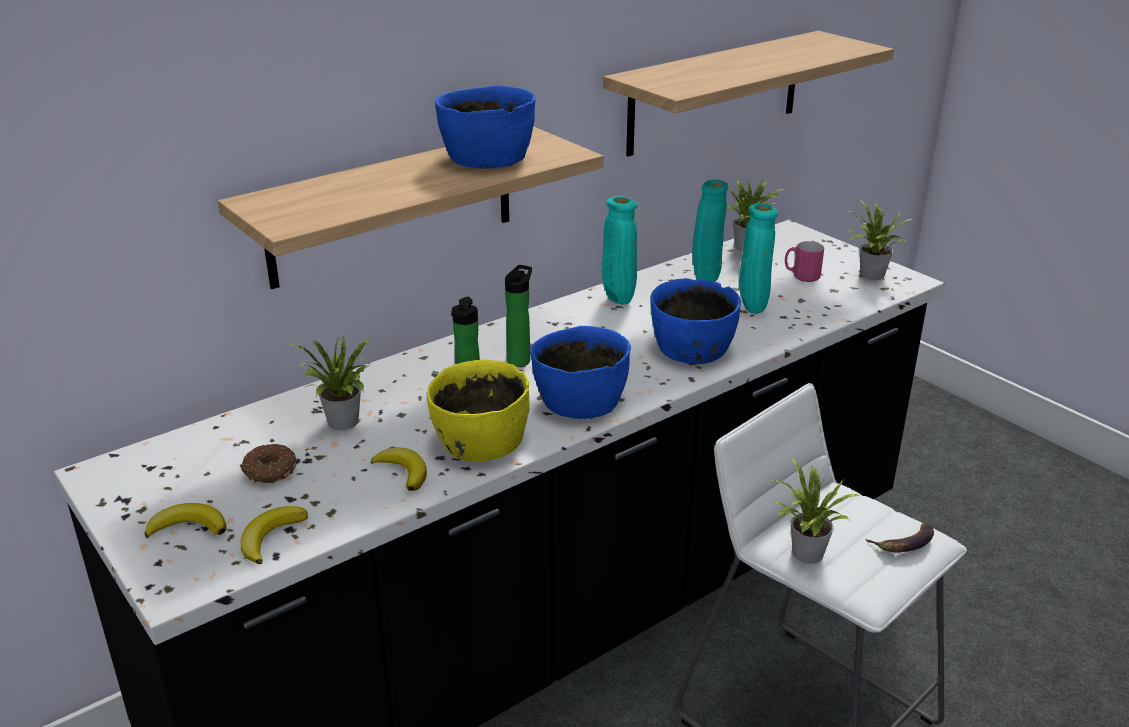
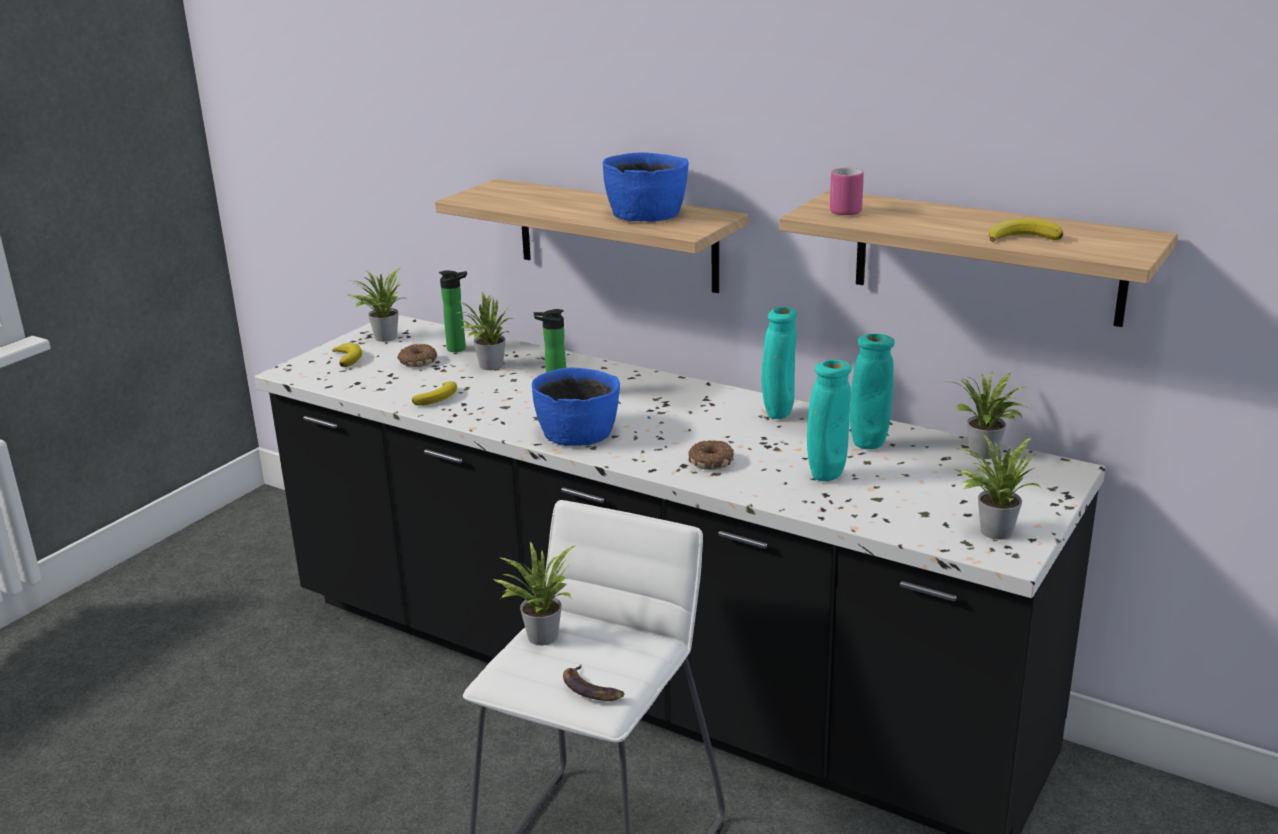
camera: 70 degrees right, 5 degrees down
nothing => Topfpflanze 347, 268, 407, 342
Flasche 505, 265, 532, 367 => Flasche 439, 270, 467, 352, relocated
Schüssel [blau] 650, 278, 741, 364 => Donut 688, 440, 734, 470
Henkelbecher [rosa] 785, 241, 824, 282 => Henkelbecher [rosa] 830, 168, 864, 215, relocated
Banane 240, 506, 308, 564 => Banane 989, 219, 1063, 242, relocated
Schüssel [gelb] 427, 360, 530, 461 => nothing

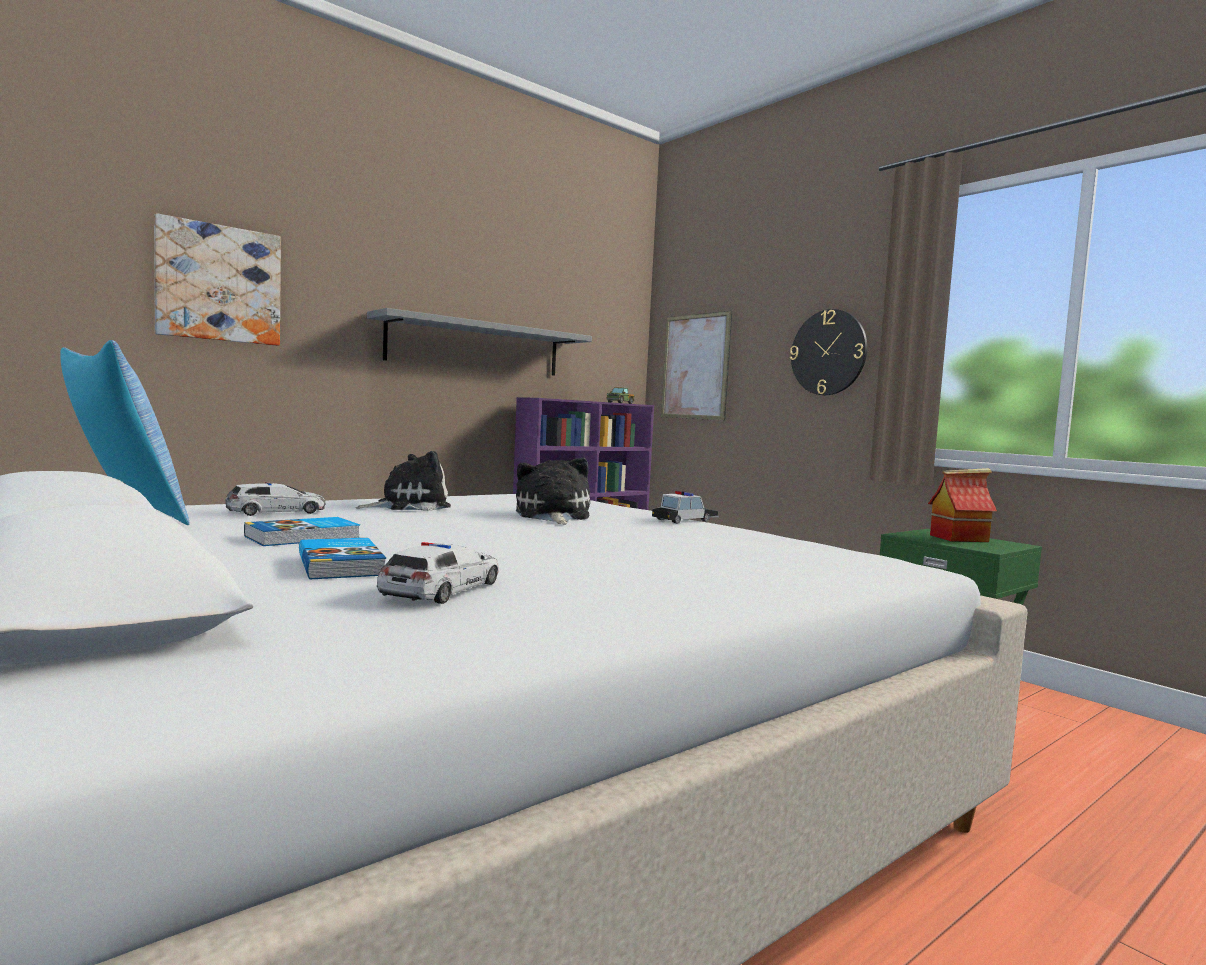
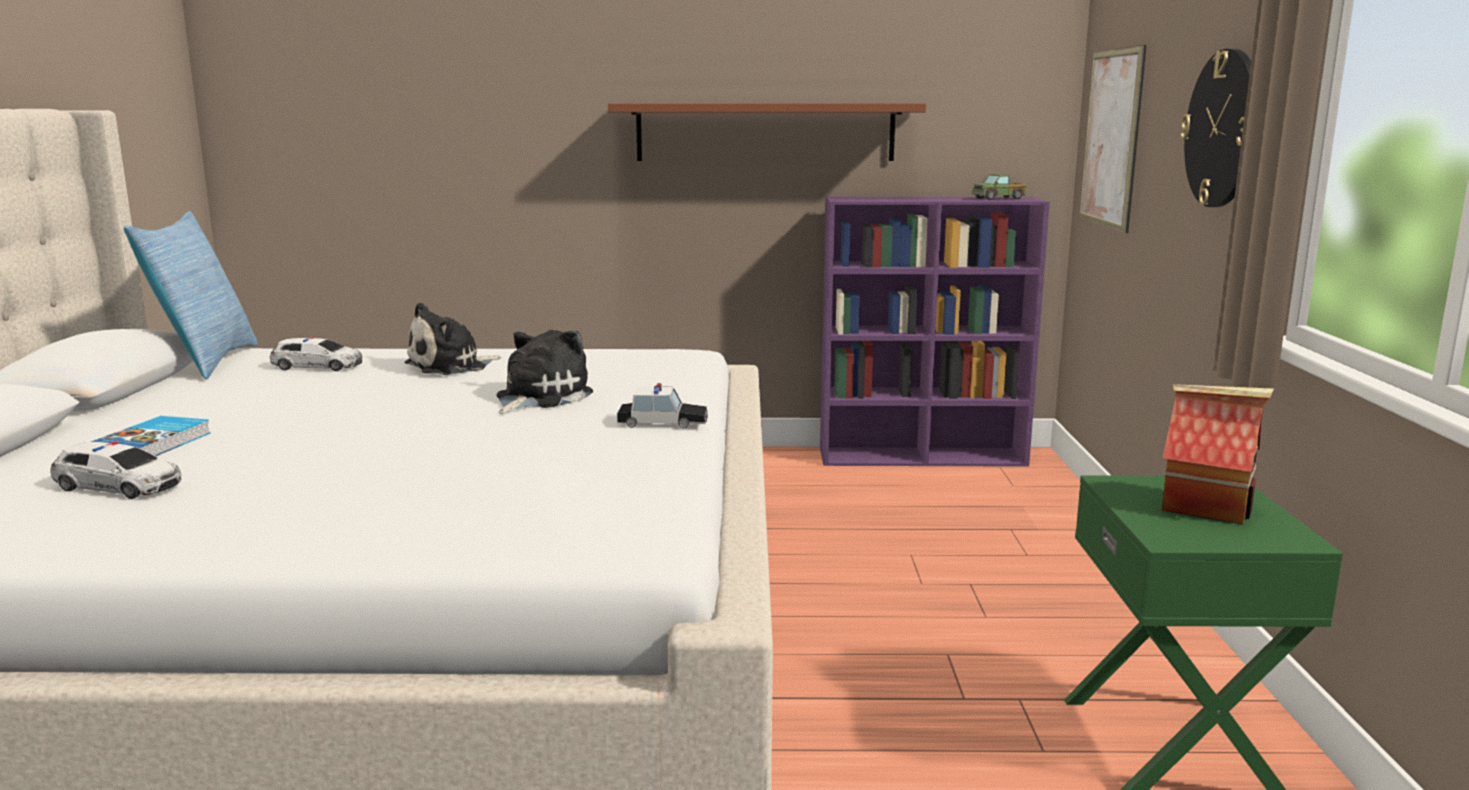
camera: 40 degrees right, 10 degrees up
Spielzeugauto 377, 542, 498, 604 => Spielzeugauto 50, 441, 181, 499, 45 degrees clockwise
Plüschtier 356, 451, 451, 511 => Plüschtier 404, 302, 501, 375, 135 degrees clockwise
Wandregal [grau] 367, 308, 592, 376 => Wandregal [braun] 608, 103, 926, 161
Bild 154, 213, 281, 346 => nothing
Buch 244, 517, 360, 546 => nothing

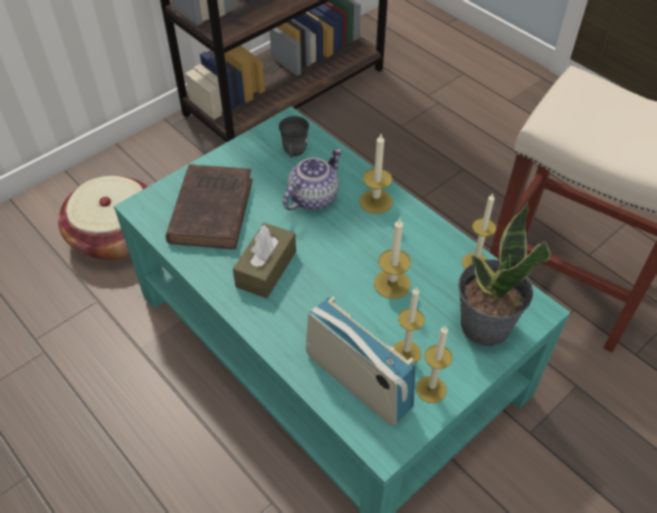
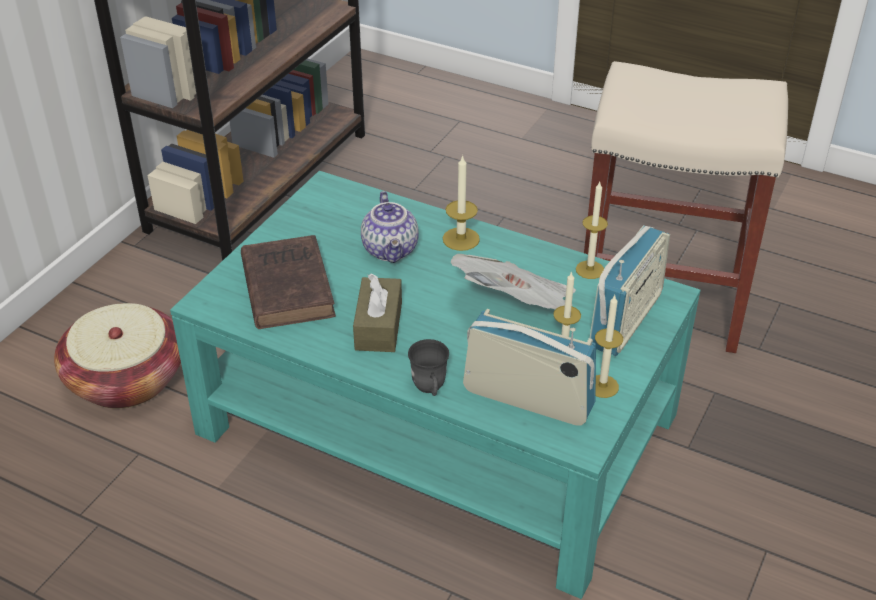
camera: 20 degrees left, 10 degrees down
Teekanne 283, 149, 342, 210 => Teekanne 361, 191, 419, 263, 150 degrees clockwise
Henkelbecher [grau] 279, 116, 309, 158 => Henkelbecher [grau] 408, 339, 449, 396, relocated
Kerze 374, 217, 411, 299 => Zeitung 451, 254, 576, 309
Topfpflanze 458, 202, 551, 346 => Radio 590, 225, 670, 357

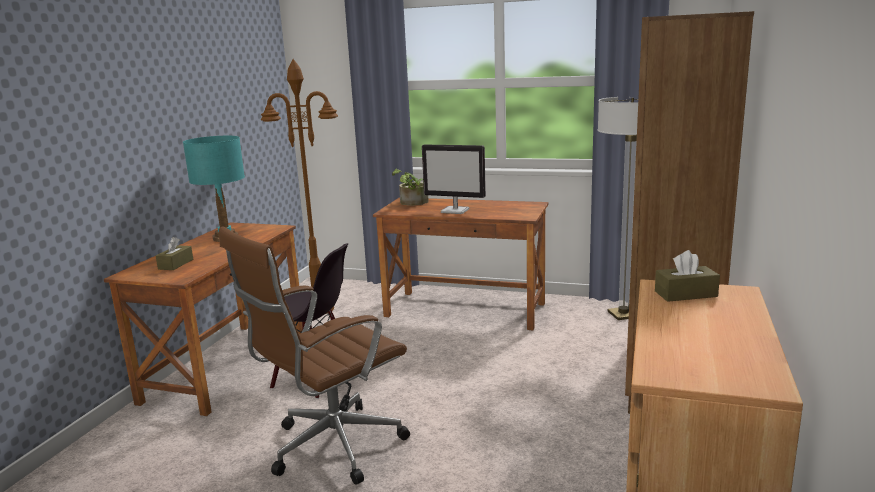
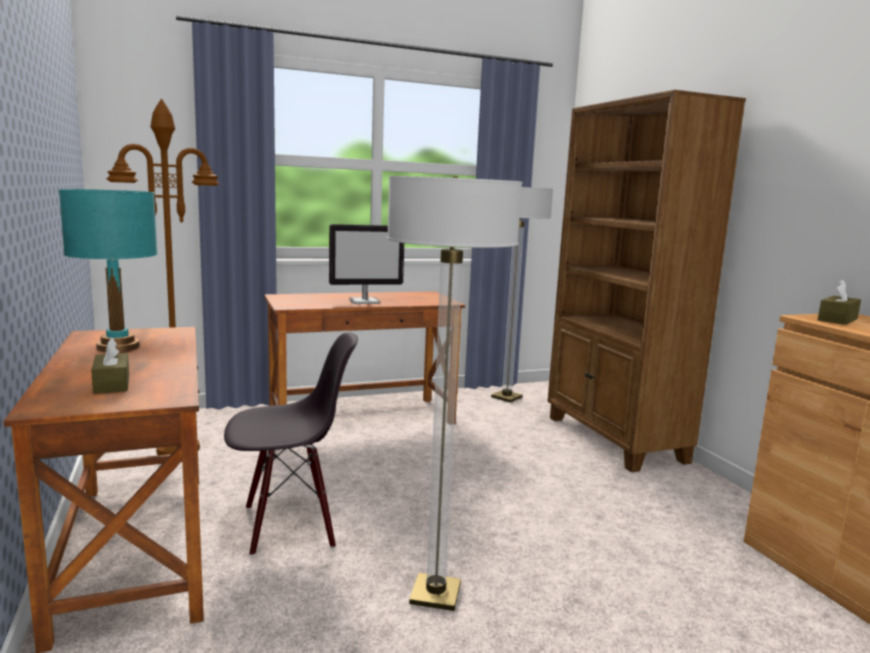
camera: 40 degrees left, 5 degrees down
Bürostuhl [braun] 219, 227, 410, 485 => Stehlampe 387, 176, 523, 611
Topfpflanze 392, 169, 428, 206 => nothing

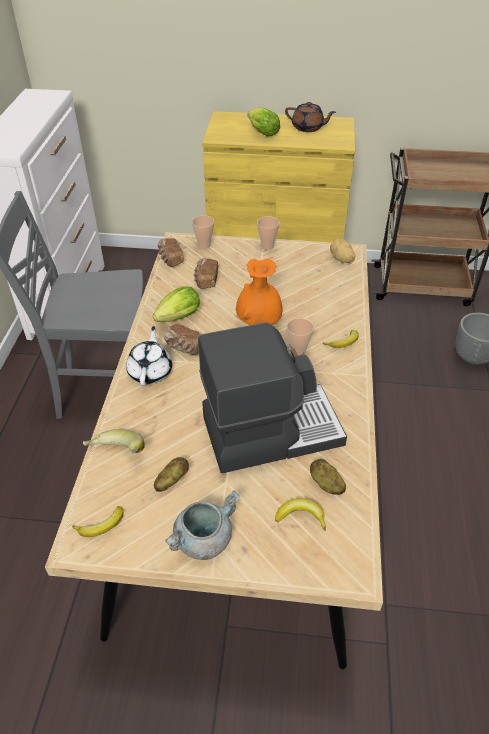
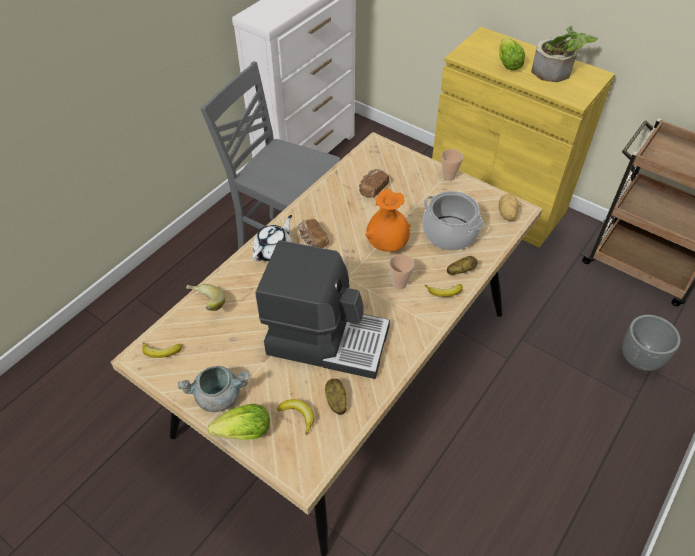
camera: 30 degrees right, 5 degrees up
Salatkopf 153, 287, 200, 322 => Salatkopf 208, 404, 270, 440, relocated
nothing => Kochtopf 422, 191, 484, 250
Kartoffel 154, 457, 189, 492 => Kartoffel 447, 256, 478, 275, relocated
Teekanne [braun] 285, 102, 336, 132 => Topfpflanze 531, 25, 598, 82
Brot 158, 238, 184, 267 => nothing
Tasse 192, 215, 214, 249 => nothing

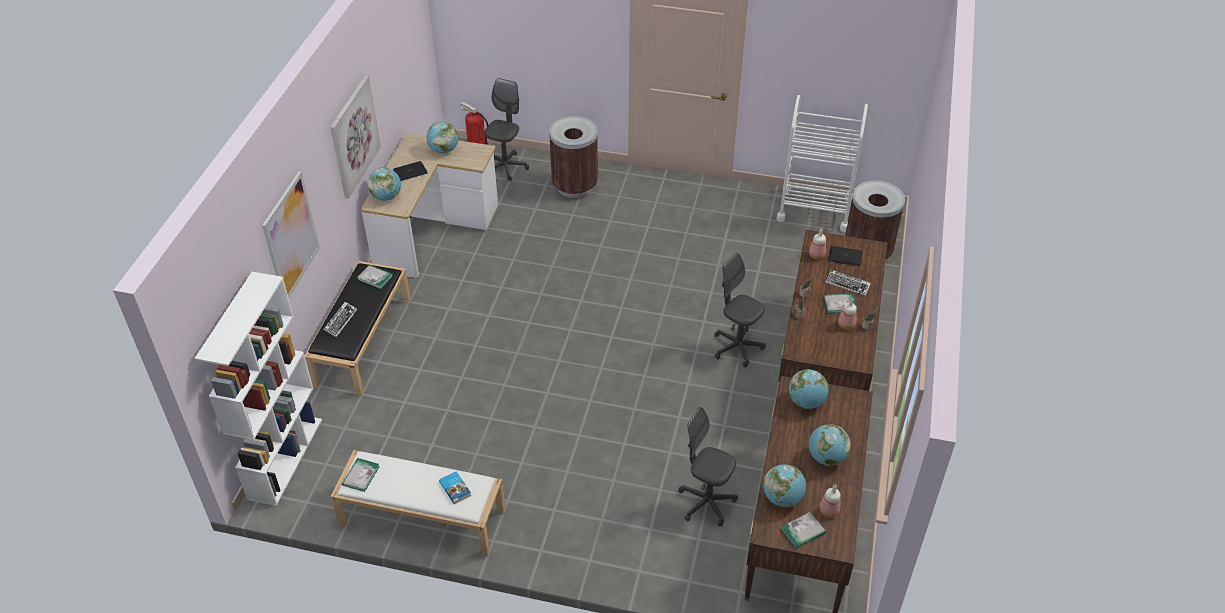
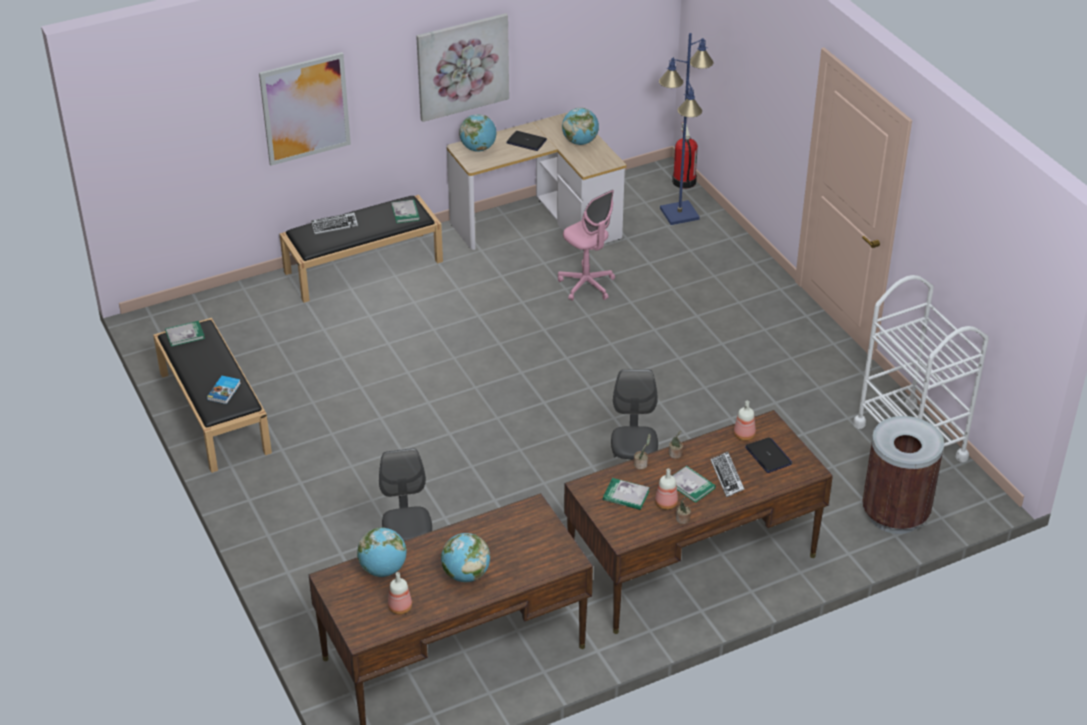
camera: 50 degrees right, 5 degrees down
Bank [weiß] 331, 450, 505, 557 => Bank [schwarz] 153, 318, 272, 473
nothing => Bürostuhl [rosa] 558, 190, 615, 301
Buch 781, 512, 826, 549 => Buch 603, 478, 650, 510, relocated
Bürostuhl [grau] 484, 78, 529, 181 => Stehlampe [blau] 659, 33, 714, 225
Bücherregal [weiß] 195, 272, 322, 506 => nothing
Mülleimer [braun] 549, 116, 598, 198 => nothing
Globus 789, 369, 829, 409 => nothing

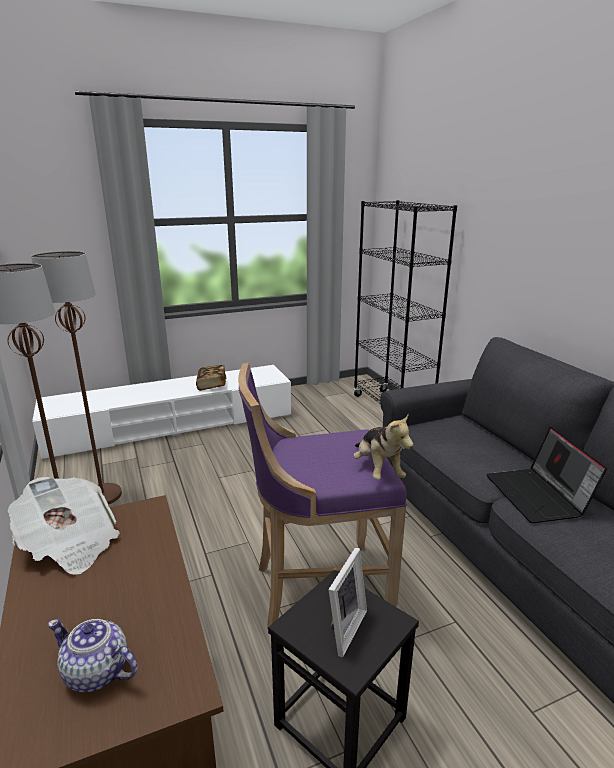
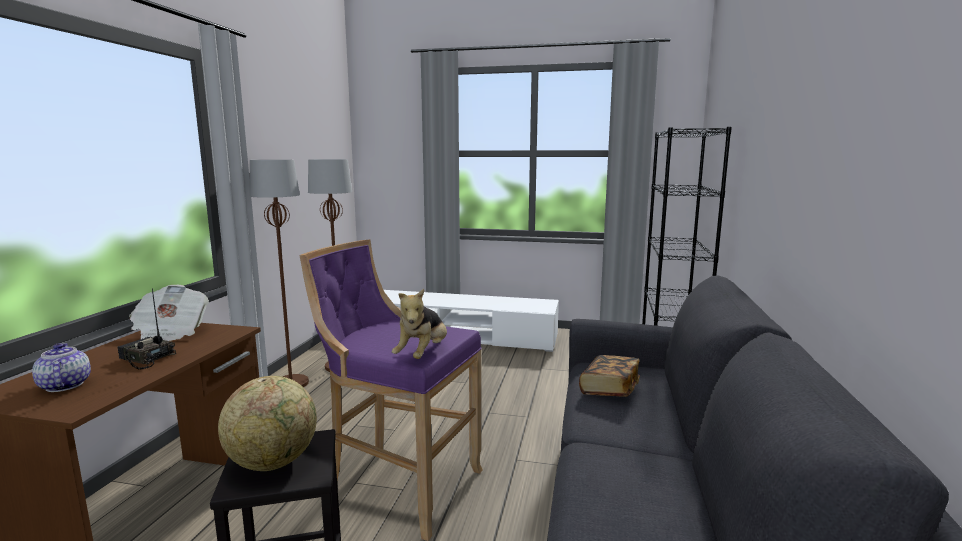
camera: 35 degrees right, 10 degrees down
nothing => Radio 117, 288, 176, 370
Bilderrahmen 329, 547, 367, 657 => Globus 218, 376, 317, 471
Buch 196, 365, 226, 391 => Buch 579, 355, 640, 397, relocated
Laptop 486, 426, 607, 523 => nothing

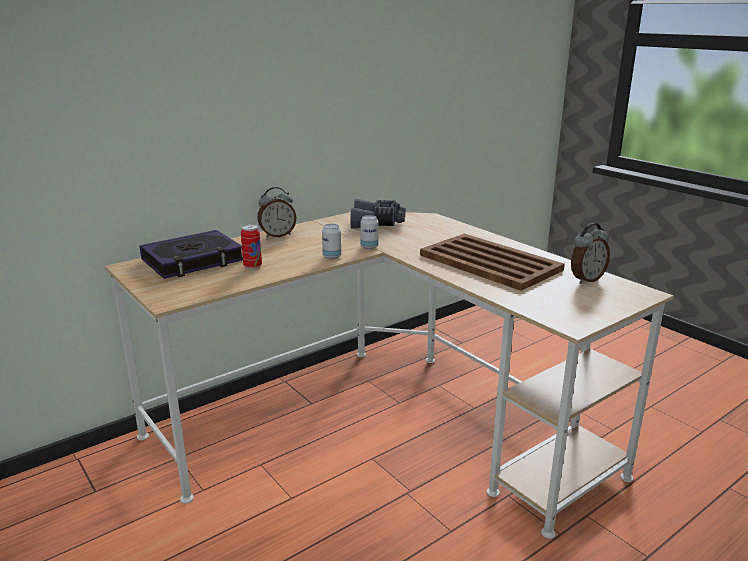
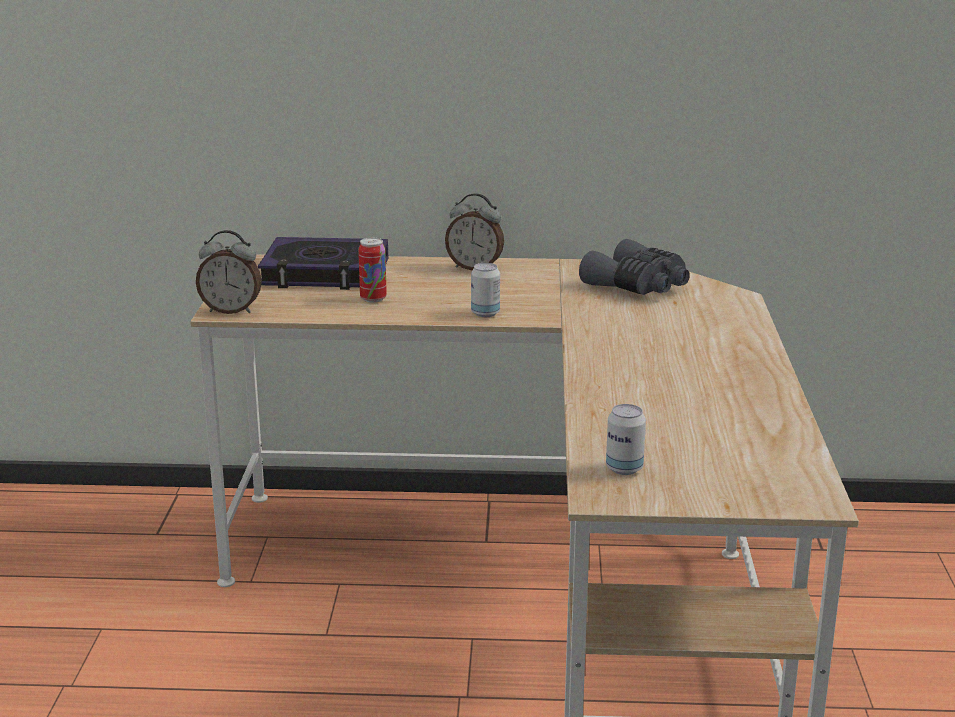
camera: 40 degrees right, 0 degrees up
Wecker 571, 223, 610, 284 => Wecker 196, 230, 262, 314, relocated
Dose 360, 215, 379, 249 => Dose 606, 404, 646, 475, relocated
Tablett [braun] 420, 234, 565, 291 => nothing

